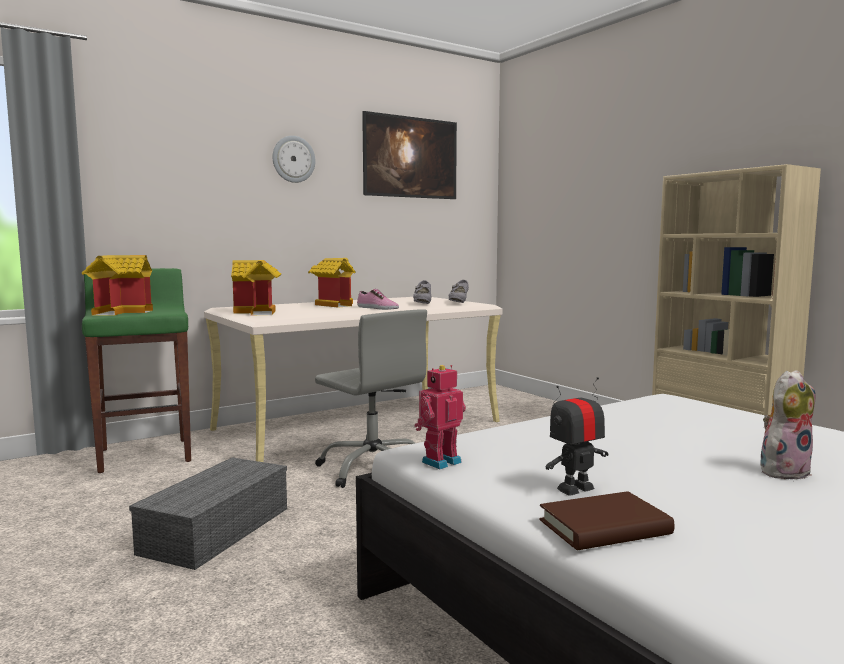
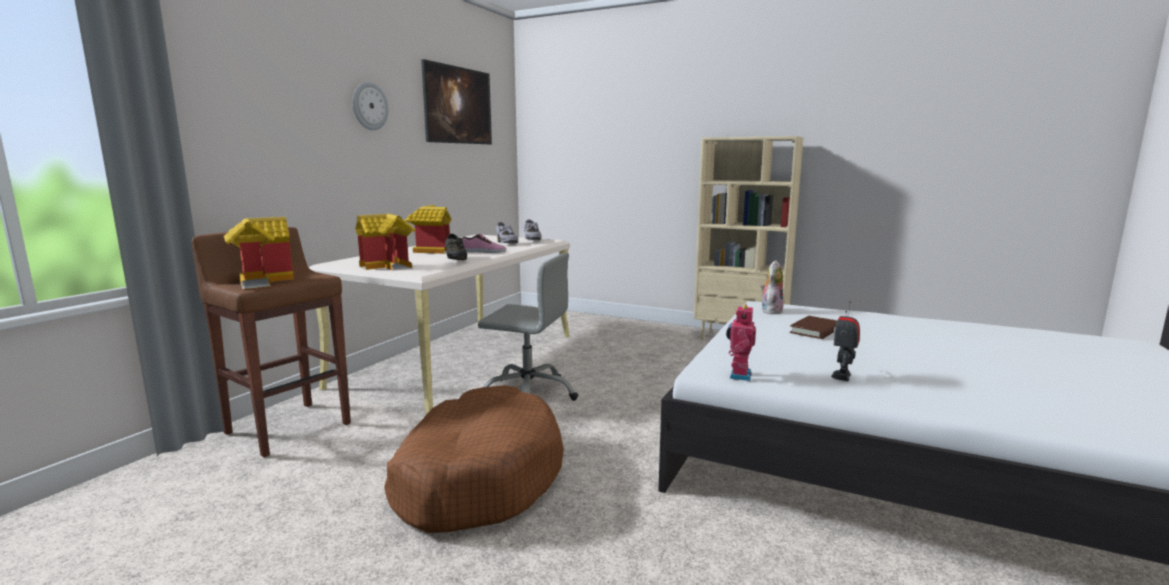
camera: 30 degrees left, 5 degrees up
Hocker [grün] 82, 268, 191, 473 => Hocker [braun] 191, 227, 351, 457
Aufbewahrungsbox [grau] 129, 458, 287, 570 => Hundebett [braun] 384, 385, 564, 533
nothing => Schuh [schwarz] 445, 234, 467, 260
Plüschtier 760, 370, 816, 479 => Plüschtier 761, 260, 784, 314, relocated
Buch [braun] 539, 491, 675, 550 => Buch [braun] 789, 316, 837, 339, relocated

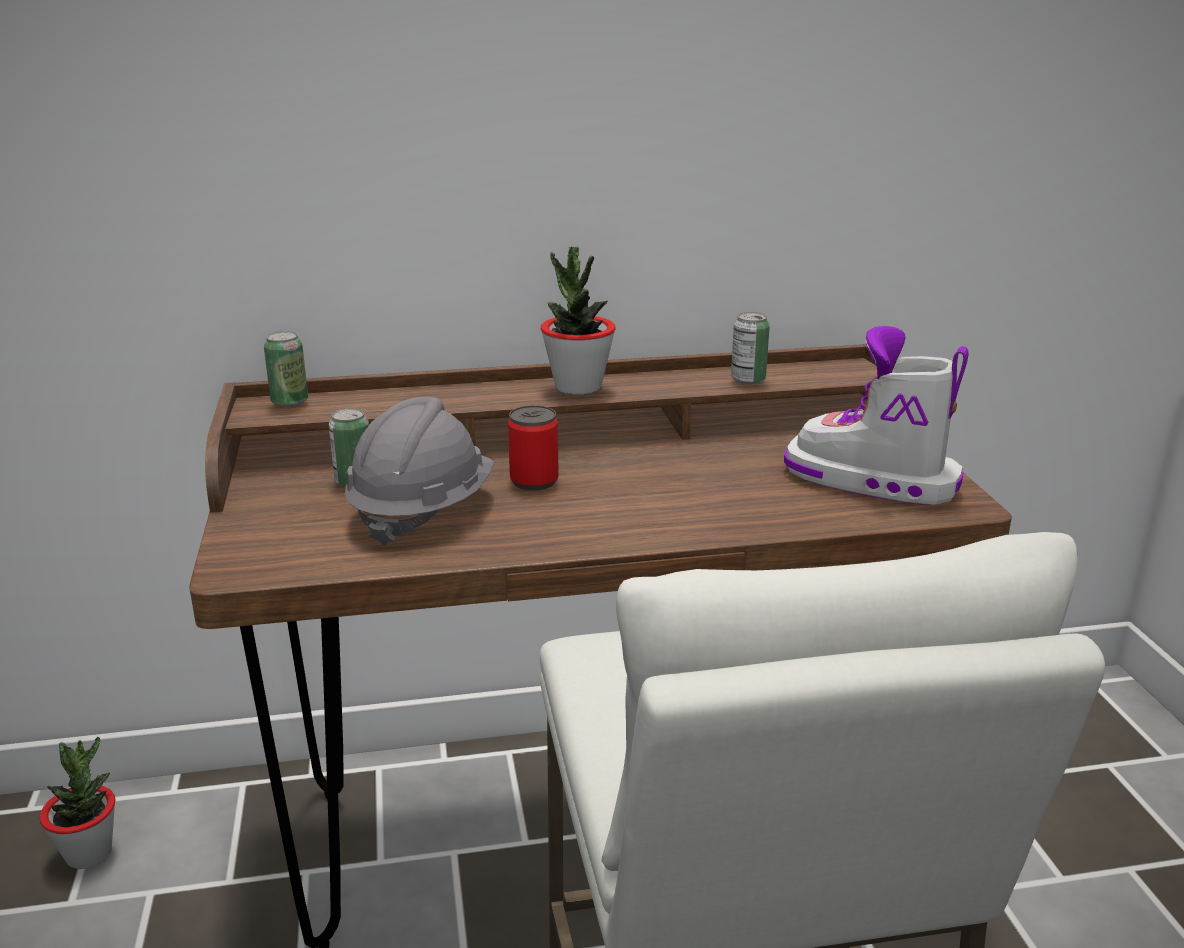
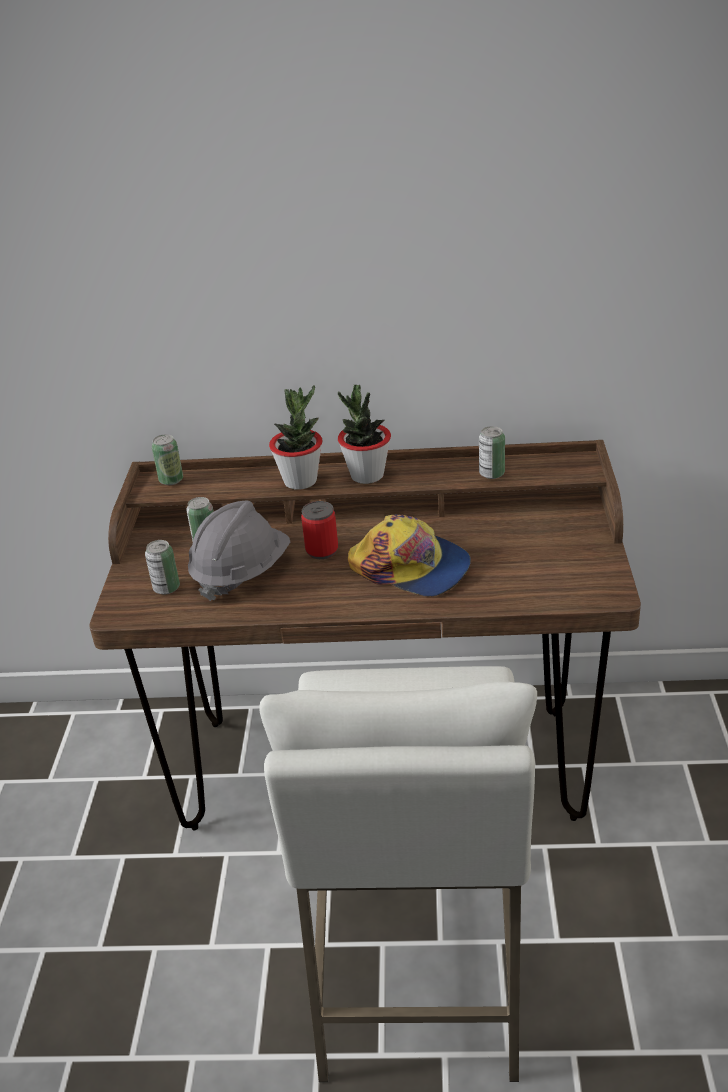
camera: 15 degrees right, 10 degrees up
nothing => Dose 145, 540, 180, 595
Topfpflanze 39, 737, 115, 869 => Topfpflanze 269, 385, 322, 489, relocated
nothing => Kappe 348, 514, 471, 597
Stiefel 784, 326, 969, 505 => nothing

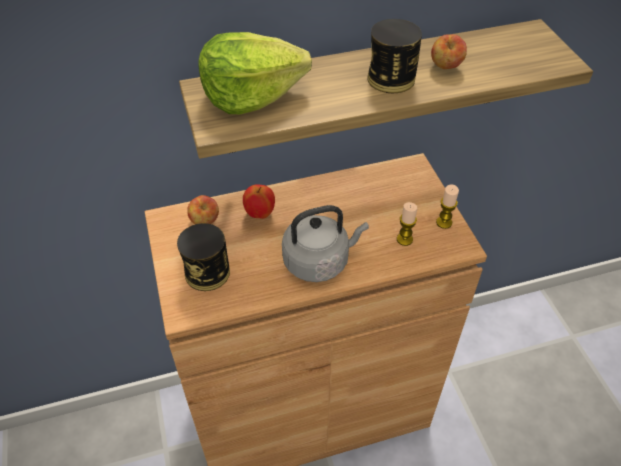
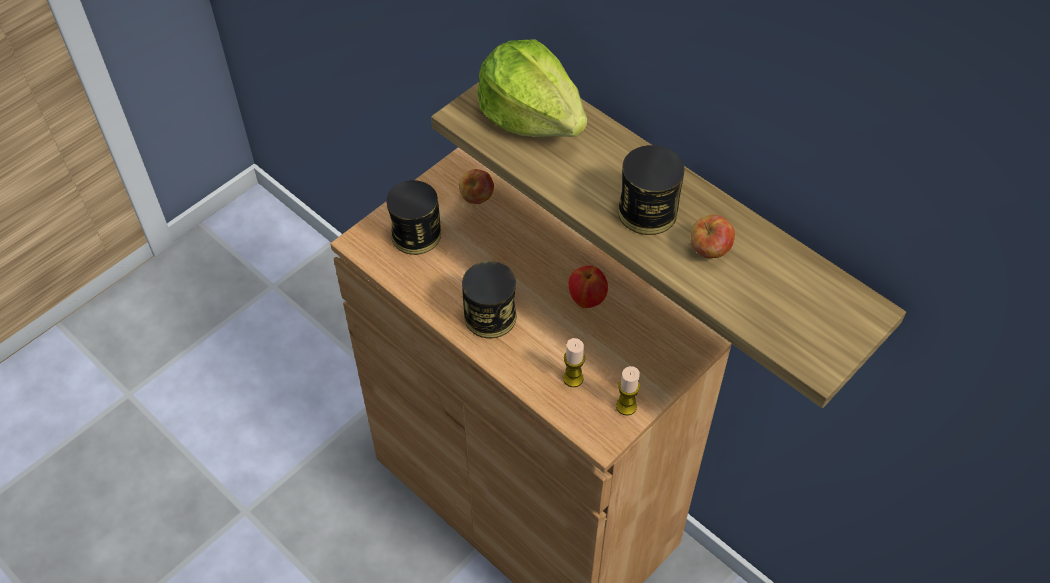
camera: 60 degrees right, 5 degrees up
Wasserkessel [grau] 282, 205, 369, 282 => Dose 462, 261, 516, 338
Apfel 243, 184, 275, 219 => Apfel 569, 266, 608, 308, relocated

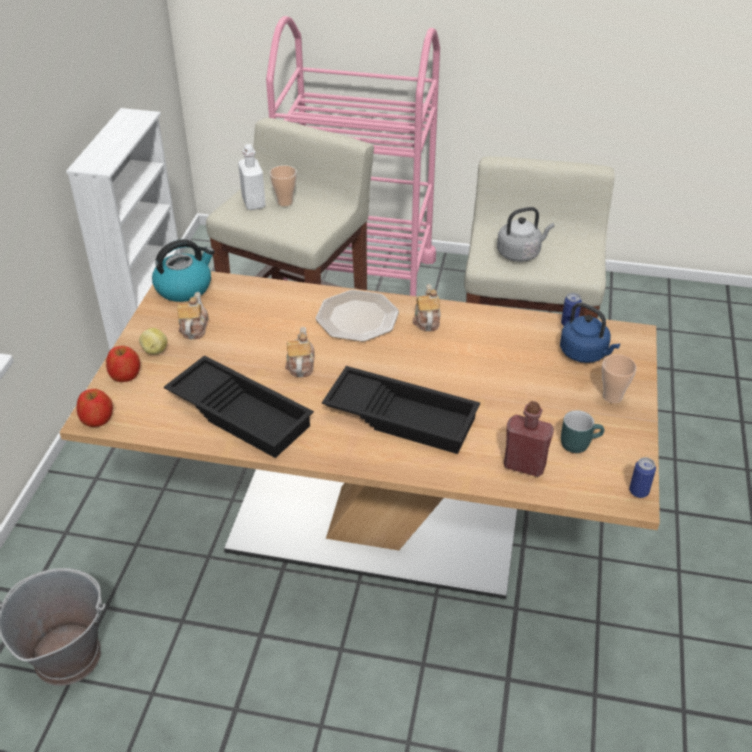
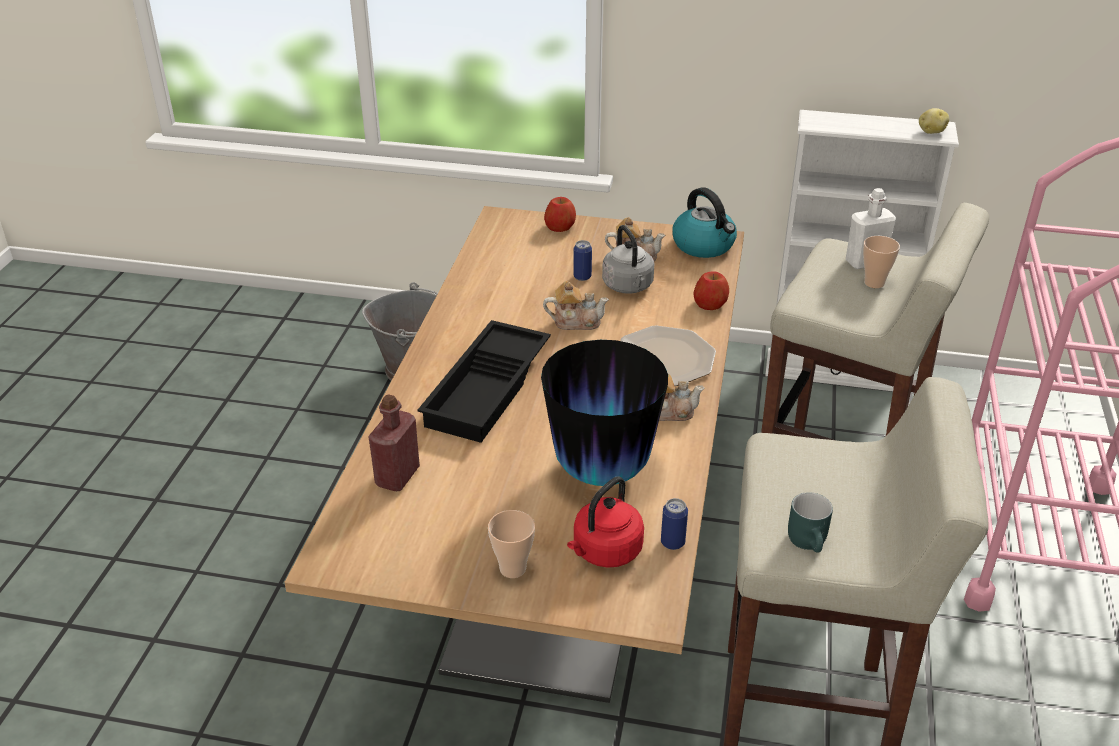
camera: 90 degrees right, 5 degrees down
nothing => Vase 541, 340, 668, 486
Wasserkessel [blau] 560, 303, 620, 363 => Wasserkessel [rot] 567, 477, 644, 568
Dose 629, 457, 656, 498 => Dose 573, 240, 592, 281, relocated
Wasserkessel [grau] 497, 207, 554, 262 => Wasserkessel [grau] 602, 225, 654, 294, relocated
Apfel 77, 389, 113, 427 => Apfel 693, 271, 729, 310, relocated
Henkelbecher [türkis] 561, 410, 604, 453 => Henkelbecher [türkis] 788, 492, 833, 553, relocated
Kartoffel 139, 328, 167, 355 => Kartoffel 919, 108, 949, 134, relocated
Tablett [schwarz] 164, 355, 314, 458 => nothing

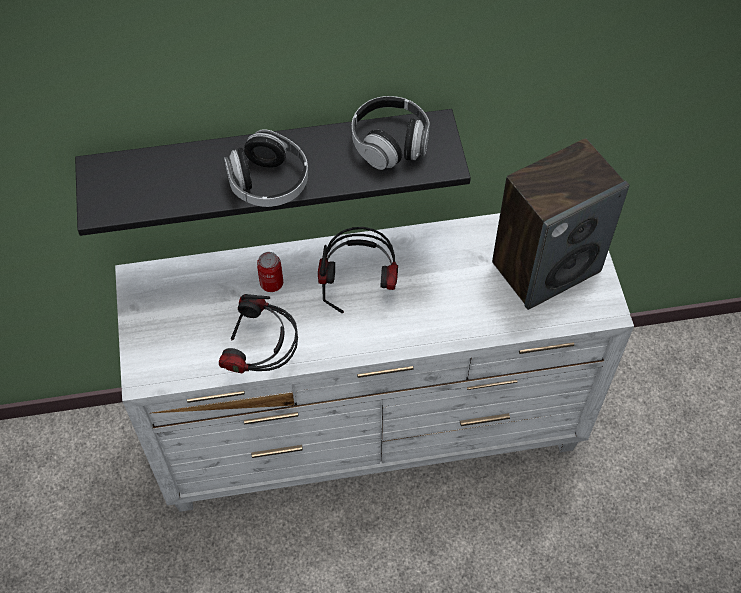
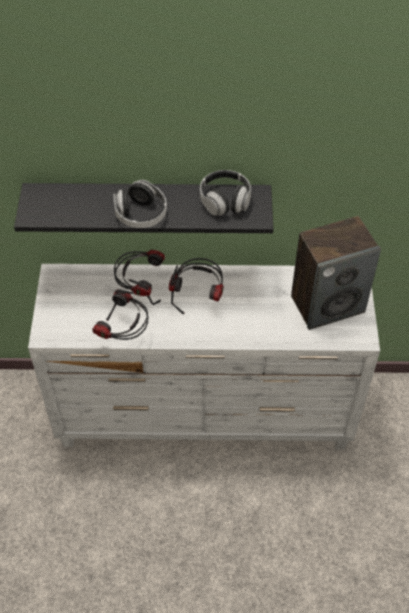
camera: 10 degrees right, 5 degrees down
Dose 257, 252, 283, 292 => Kopfhörer 114, 250, 165, 305

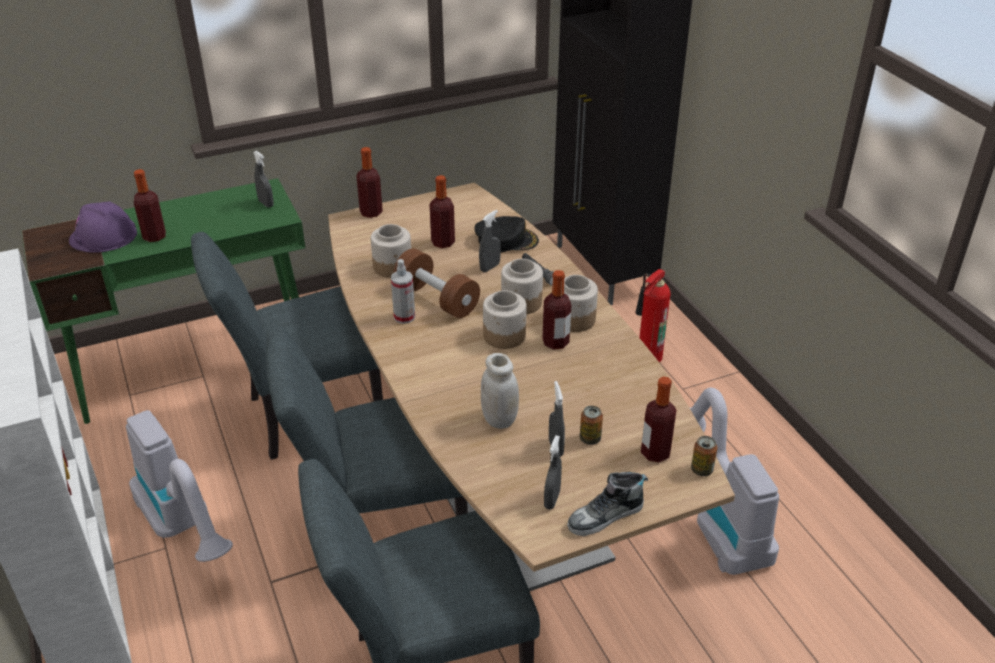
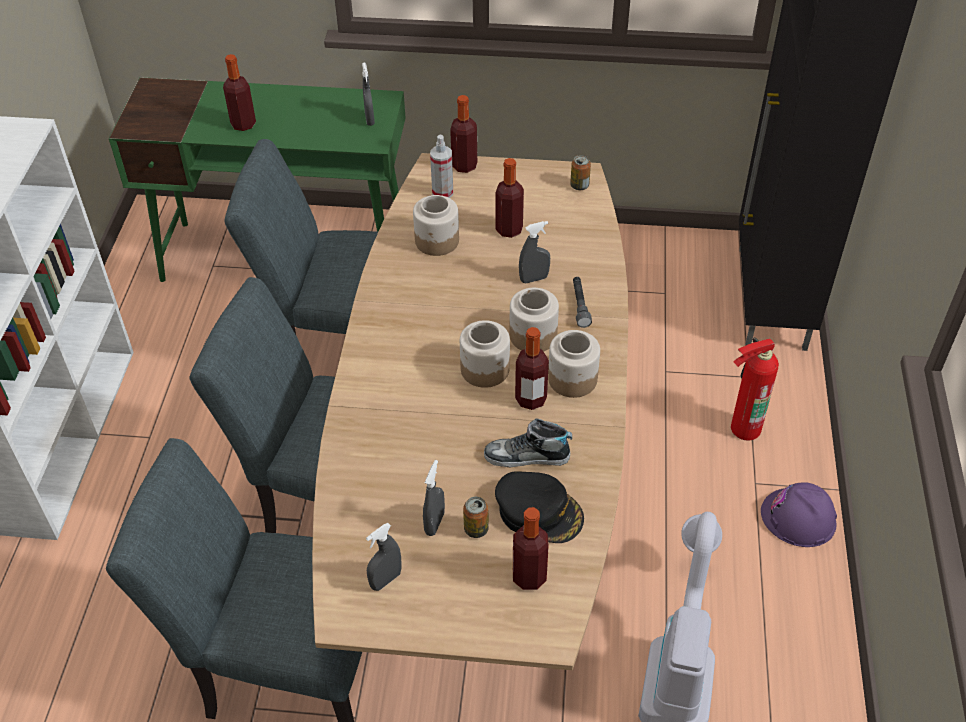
camera: 30 degrees right, 10 degrees up
Sprühflasche 391, 259, 415, 324 => Sprühflasche 430, 134, 453, 198, relocated
Schuh 567, 472, 648, 536 => Schuh 484, 418, 572, 467, relocated
Kappe [schwarz] 475, 216, 539, 252 => Kappe [schwarz] 495, 471, 584, 543, relocated
Dose 691, 436, 717, 476 => Dose 570, 155, 591, 190, relocated
Schutzhelm [lila] 69, 201, 137, 253 => Schutzhelm [lila] 761, 482, 837, 547, relocated
Staubsauger 126, 410, 233, 562 => nothing
Hantel [braun] 394, 248, 480, 318 => nothing
Vorratsglas [weiß] 481, 353, 519, 429 => nothing

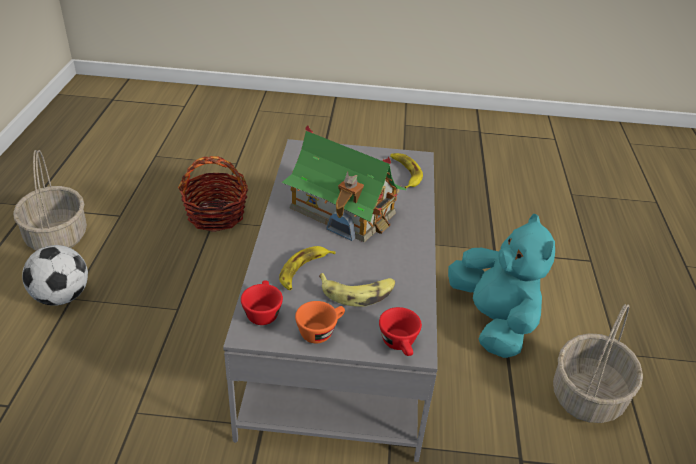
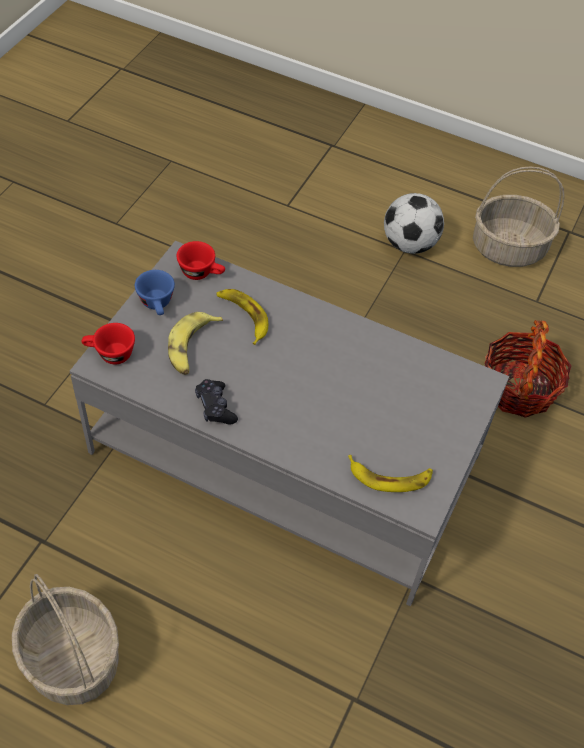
camera: 110 degrees right, 15 degrees up
Tasse [orange] 295, 301, 345, 343 => Tasse [blau] 135, 270, 175, 315
nothing => Gamepad [schwarz] 195, 379, 238, 425
Spielzeughaus 281, 125, 407, 242 => nothing
Plüschtier [türkis] 448, 214, 555, 358 => nothing

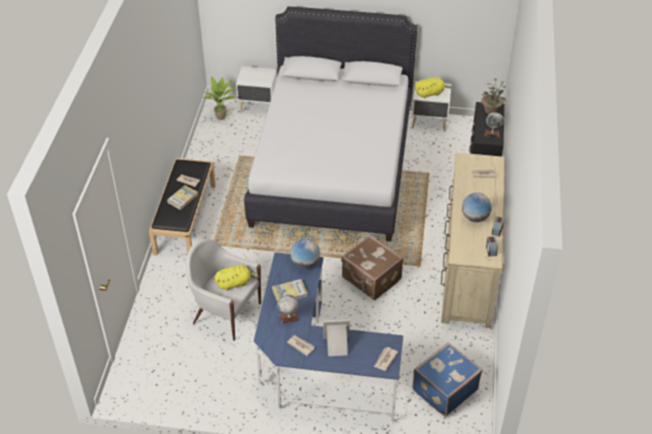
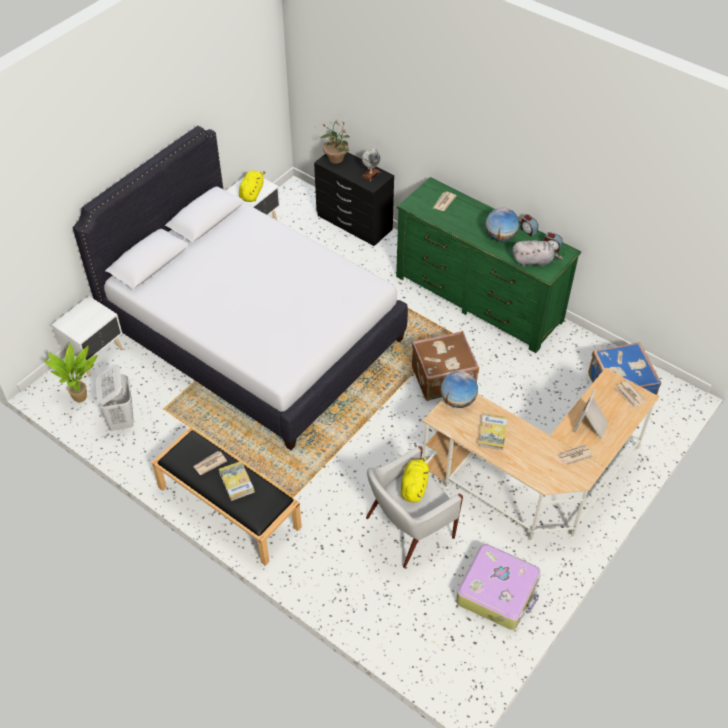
camera: 60 degrees left, 5 degrees up
nothing => Wäschekorb [weiß] 96, 364, 134, 431
Kommode [beige] 441, 152, 505, 328 => Kommode [grün] 396, 177, 581, 353
Schreibtisch [blau] 254, 252, 403, 424 => Schreibtisch [beige] 422, 368, 659, 542
nothing => Koffer 456, 544, 541, 630
nothing => Plüschtier [grau] 513, 240, 563, 267
Globus 278, 295, 299, 324 => nothing

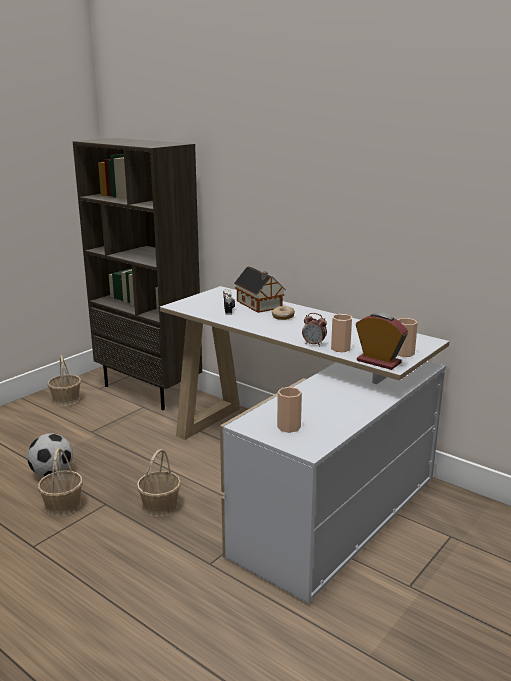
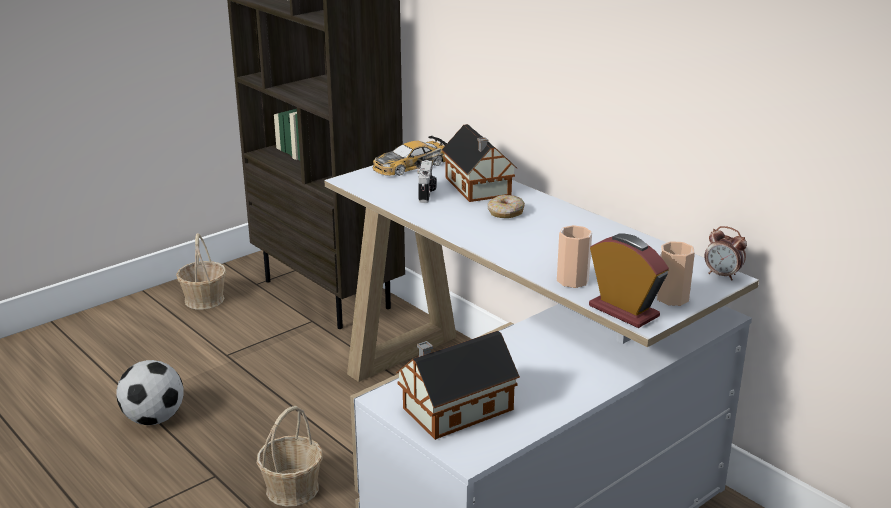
camera: 10 degrees right, 5 degrees up
nothing => Spielzeugauto 372, 136, 447, 176
Tasse 277, 387, 302, 433 => Spielzeughaus 396, 331, 520, 440
Wecker 302, 313, 327, 347 => Wecker 704, 226, 747, 280, relocated
Korb 38, 448, 83, 517 => nothing

